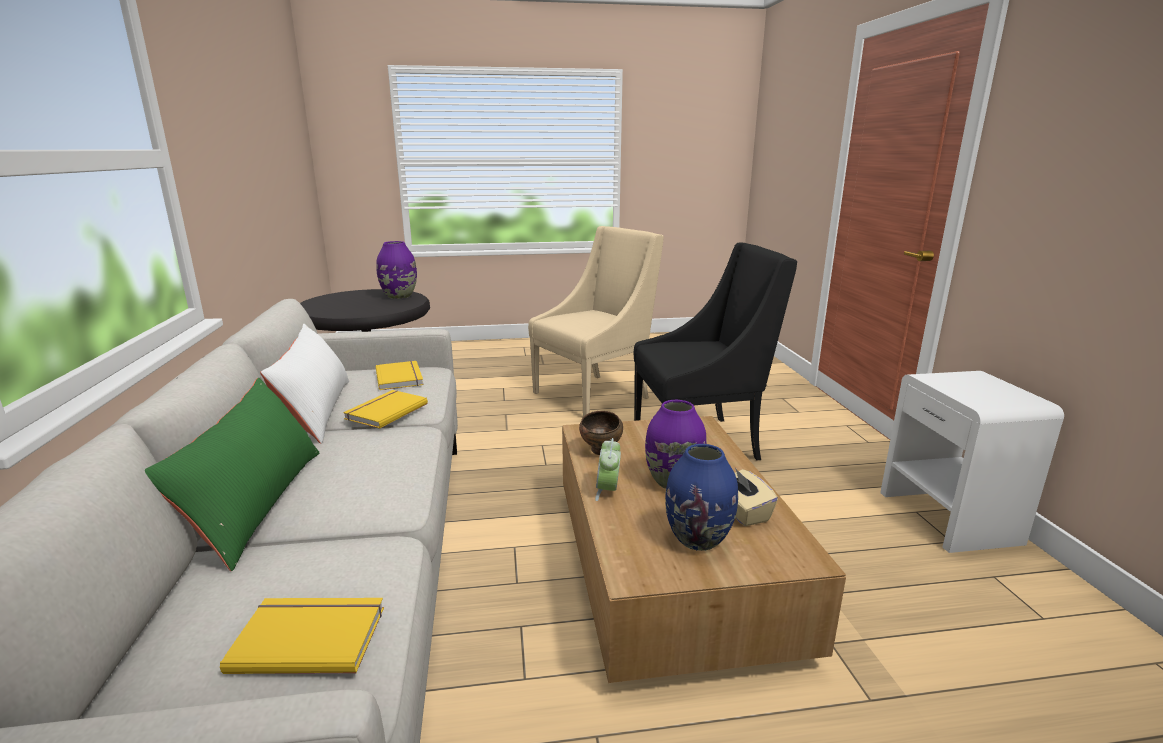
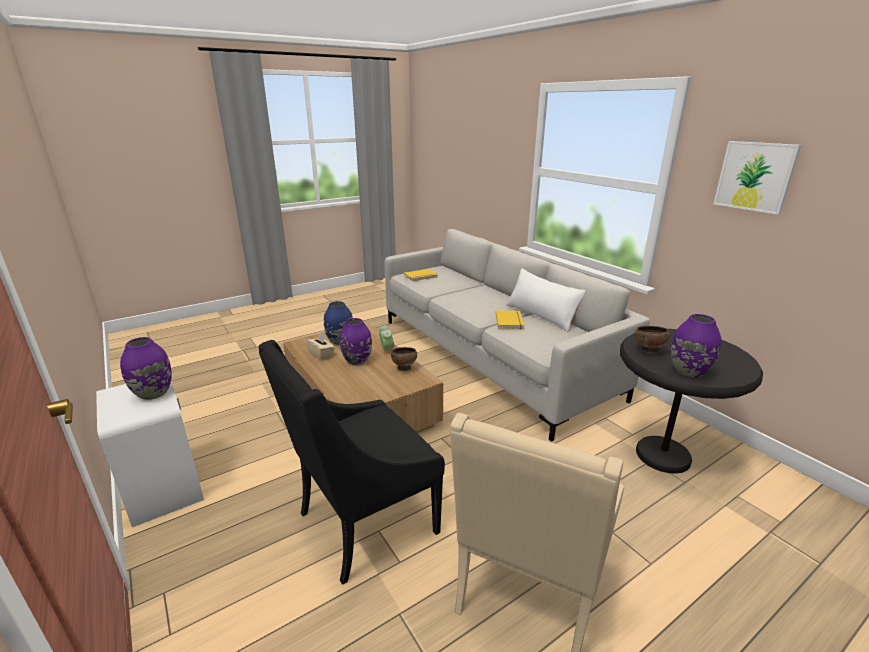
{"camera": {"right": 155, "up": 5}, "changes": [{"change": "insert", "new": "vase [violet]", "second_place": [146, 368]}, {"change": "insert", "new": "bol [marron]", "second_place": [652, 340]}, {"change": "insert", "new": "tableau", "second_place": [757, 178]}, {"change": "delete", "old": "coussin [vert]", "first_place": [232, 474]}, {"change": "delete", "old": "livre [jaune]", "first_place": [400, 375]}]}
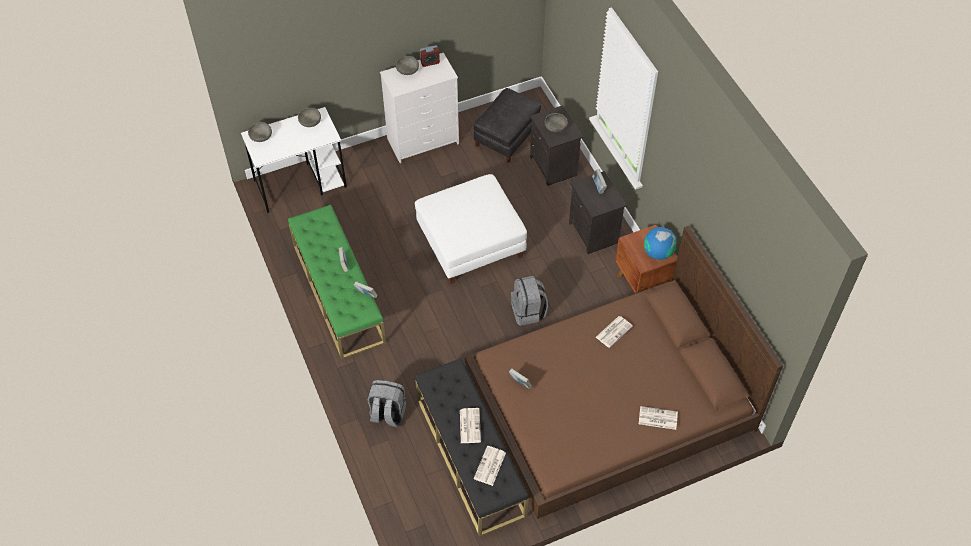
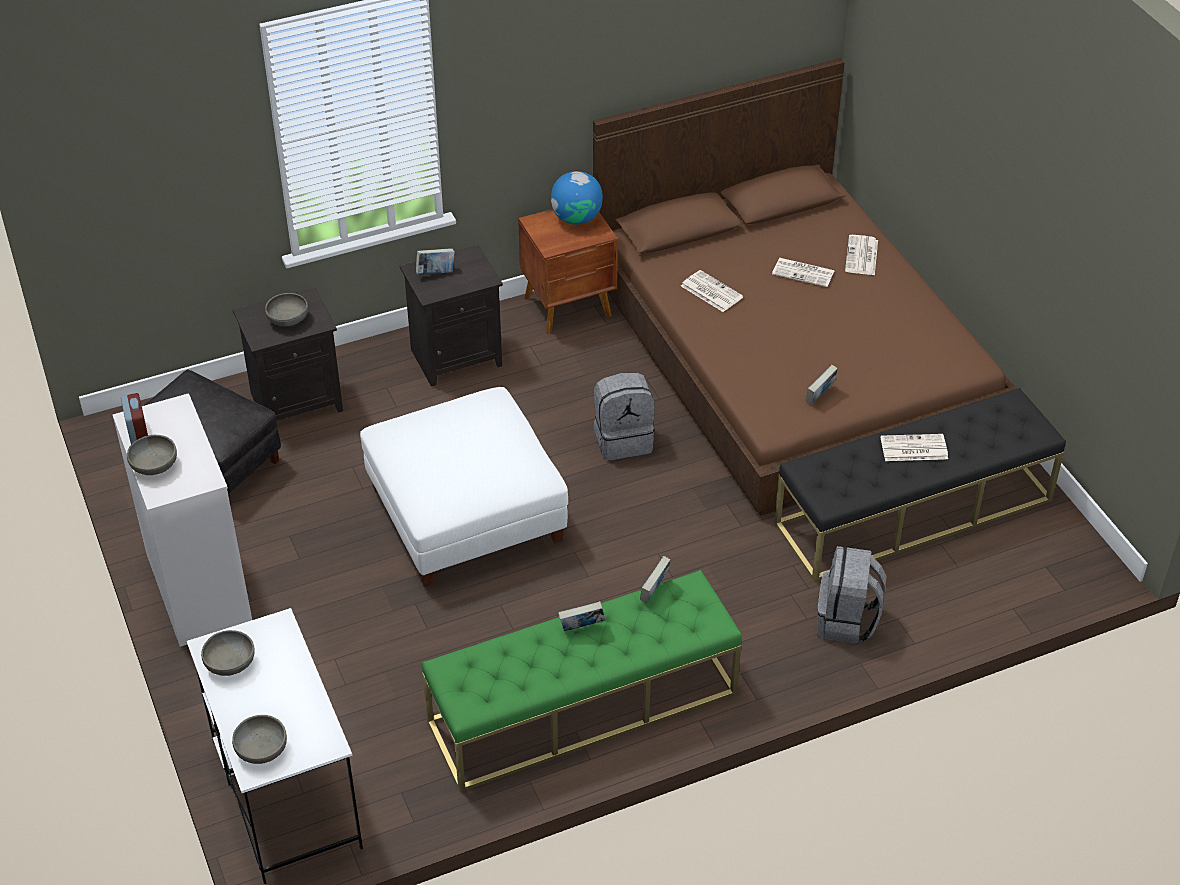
{"camera": {"right": -90, "up": -10}, "changes": [{"change": "move", "old": "journal", "first_place": [490, 466], "second_place": [803, 272]}]}
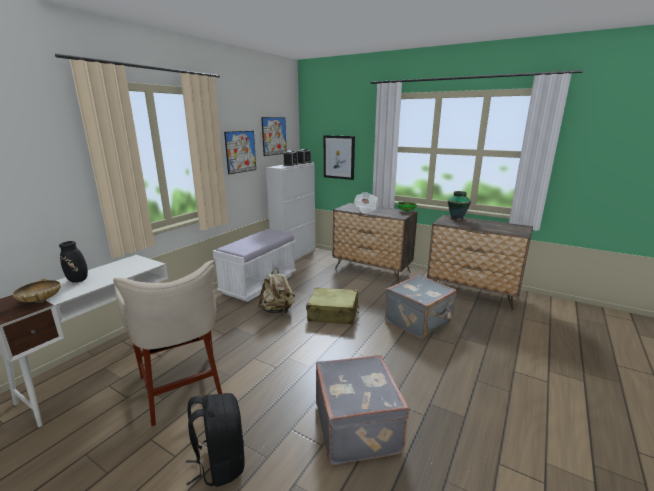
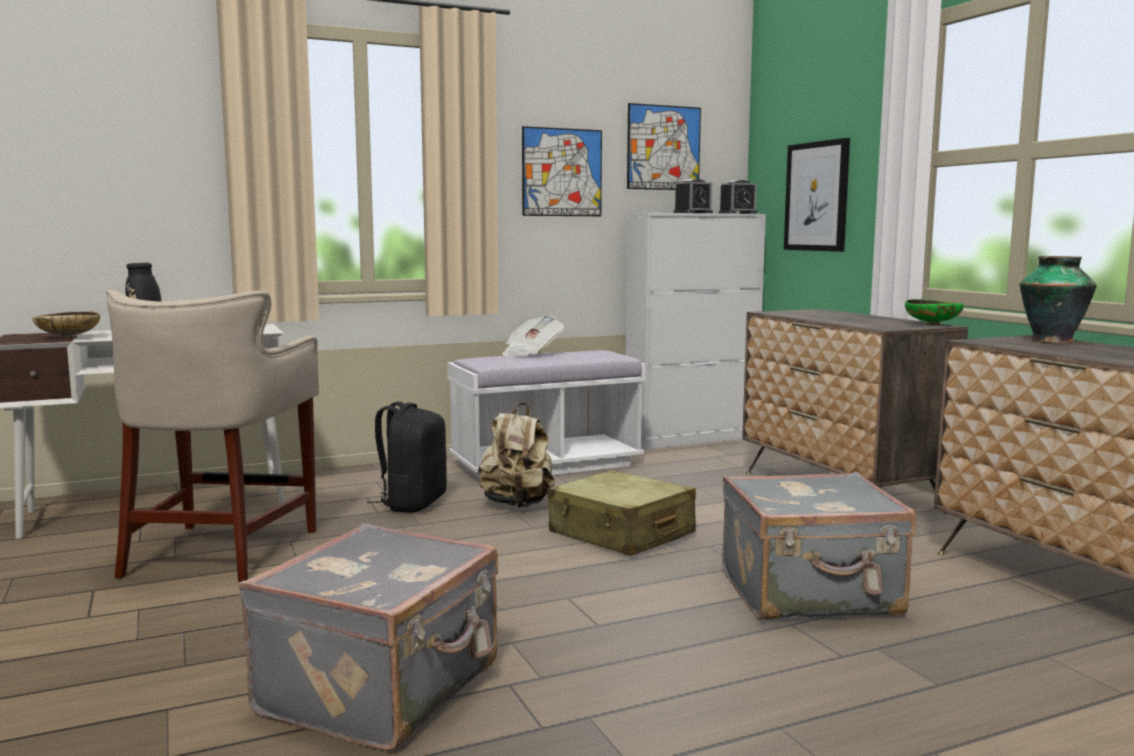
{"camera": {"right": 35, "up": -10}, "changes": [{"change": "move", "old": "sac à dos [noir]", "first_place": [215, 440], "second_place": [407, 457]}, {"change": "move", "old": "journal", "first_place": [366, 202], "second_place": [533, 335]}]}
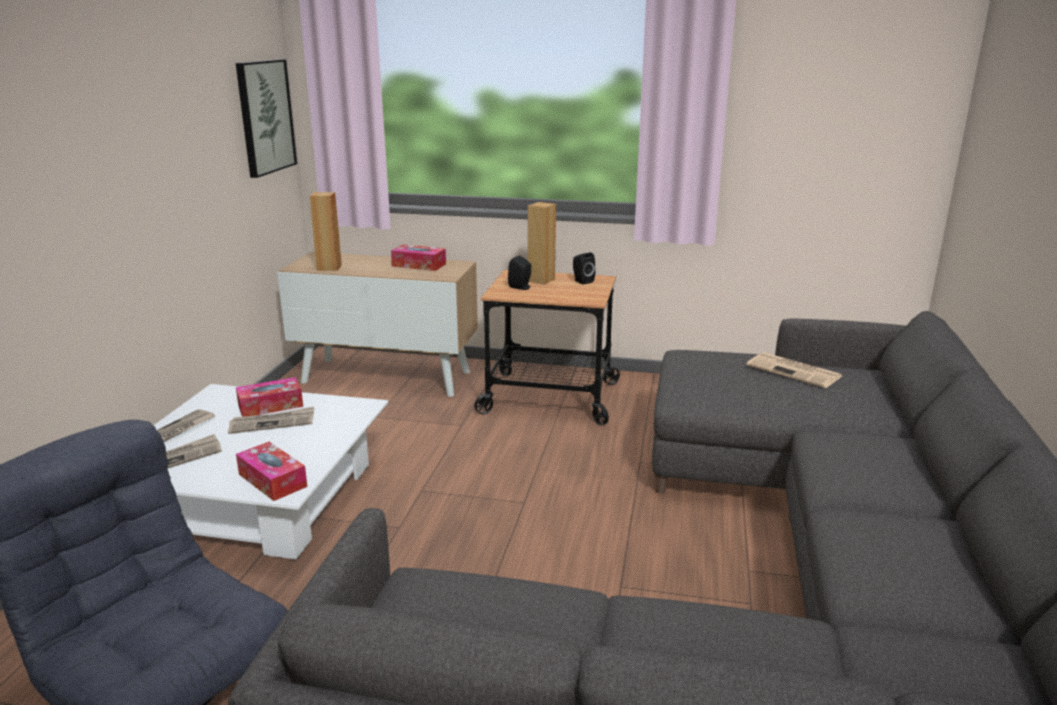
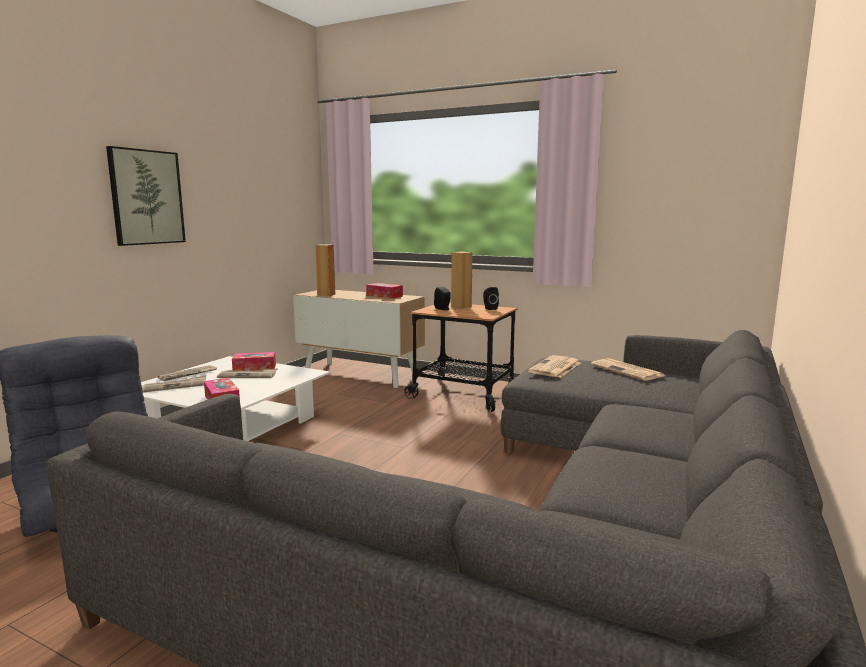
{"camera": {"right": 15, "up": -10}, "changes": [{"change": "move", "old": "tableau", "first_place": [266, 118], "second_place": [146, 196]}, {"change": "insert", "new": "journal", "second_place": [554, 366]}]}
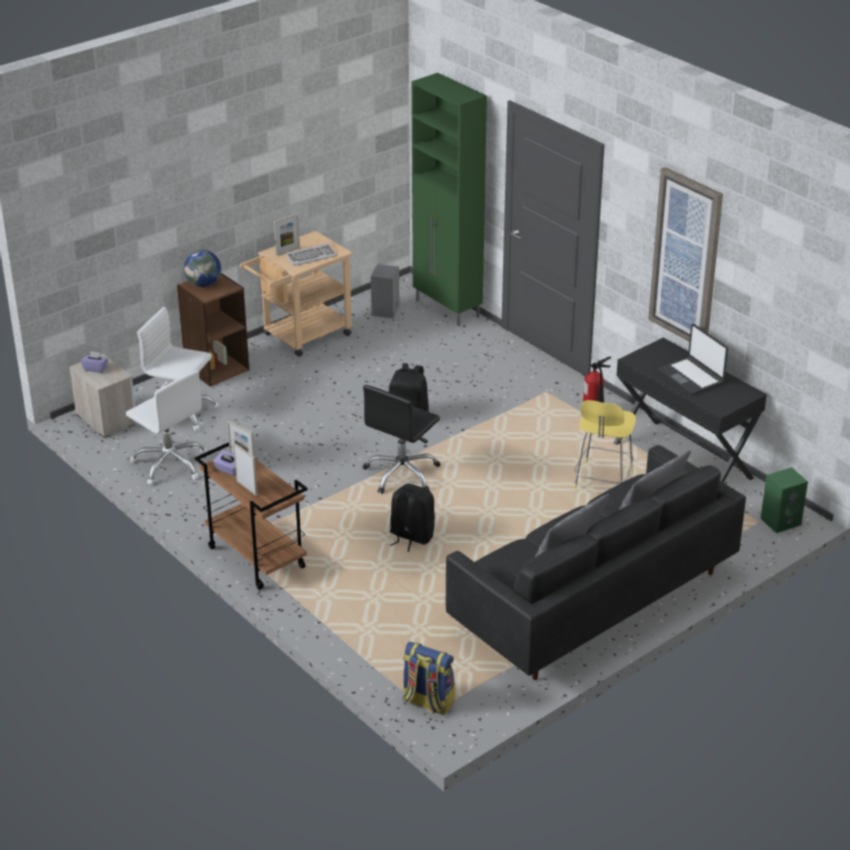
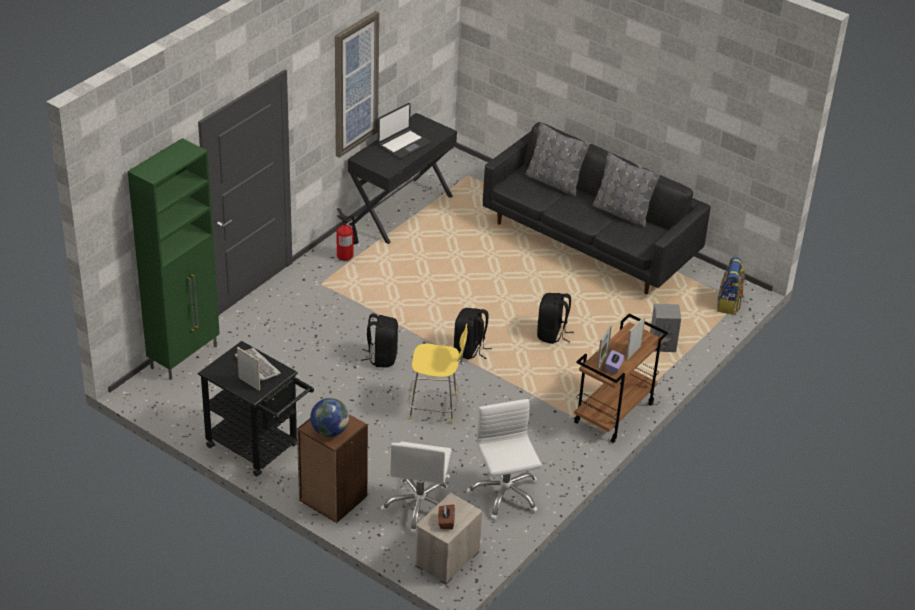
{"camera": {"right": -105, "up": 5}, "changes": [{"change": "recolor", "old": "chariot [beige]", "new": "chariot [noir]", "first_place": [296, 294], "second_place": [256, 408]}, {"change": "move", "old": "tabouret [jaune]", "first_place": [605, 444], "second_place": [437, 374]}, {"change": "recolor", "old": "boîte à mouchoirs [violet]", "new": "boîte à mouchoirs [marron]", "first_place": [94, 362], "second_place": [446, 516]}, {"change": "replace", "old": "chaise de bureau [noir]", "new": "sac à dos [noir]", "first_place": [402, 439], "second_place": [473, 334]}, {"change": "rotate", "old": "chaise de bureau [blanc]", "first_place": [167, 427], "second_place": [504, 459], "degrees": -45}, {"change": "move", "old": "enceinte [gris]", "first_place": [385, 291], "second_place": [665, 328]}, {"change": "delete", "old": "enceinte [vert]", "first_place": [784, 500]}]}
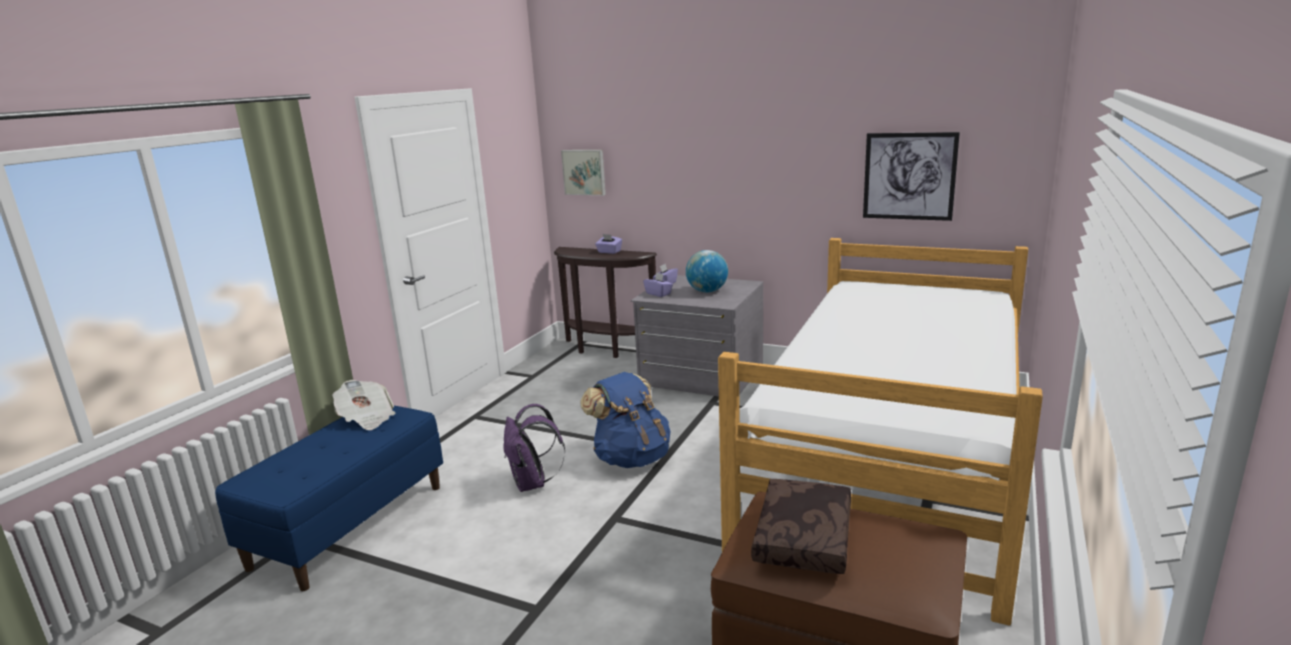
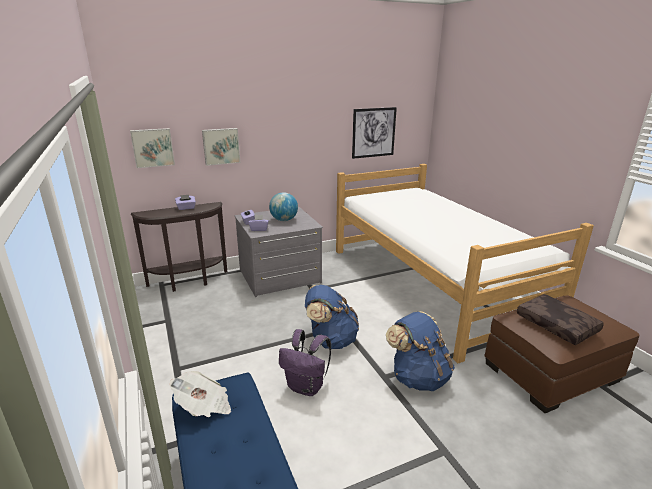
{"camera": {"right": -50, "up": 5}, "changes": [{"change": "insert", "new": "tableau", "second_place": [221, 147]}, {"change": "insert", "new": "sac à dos [bleu]", "second_place": [420, 351]}]}
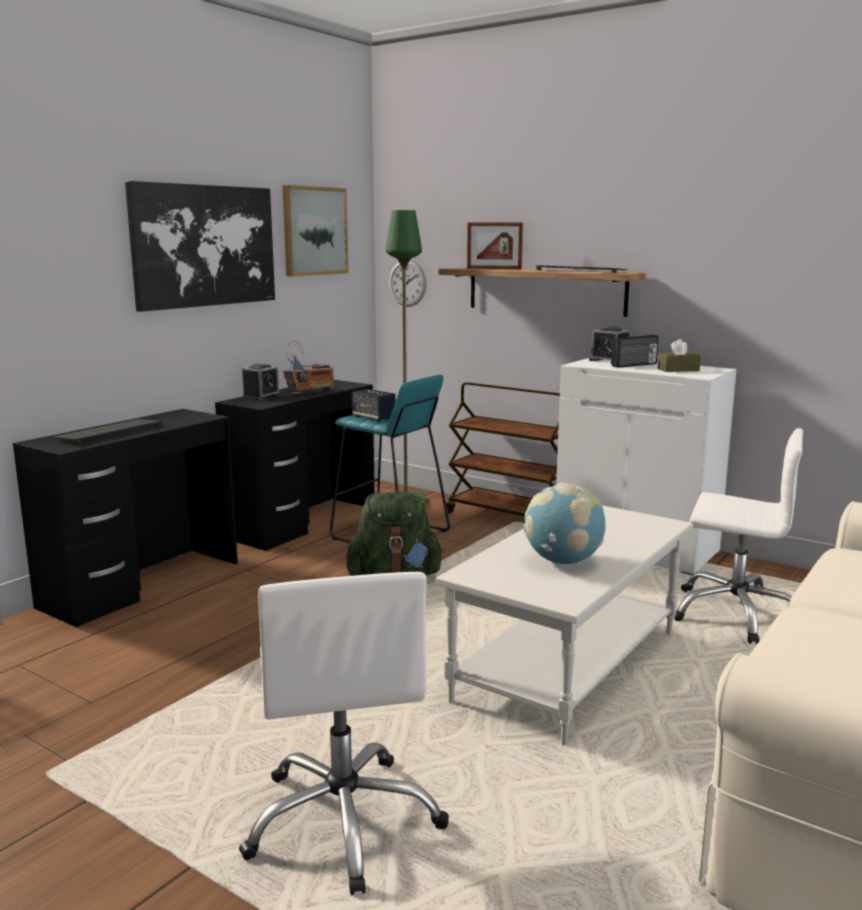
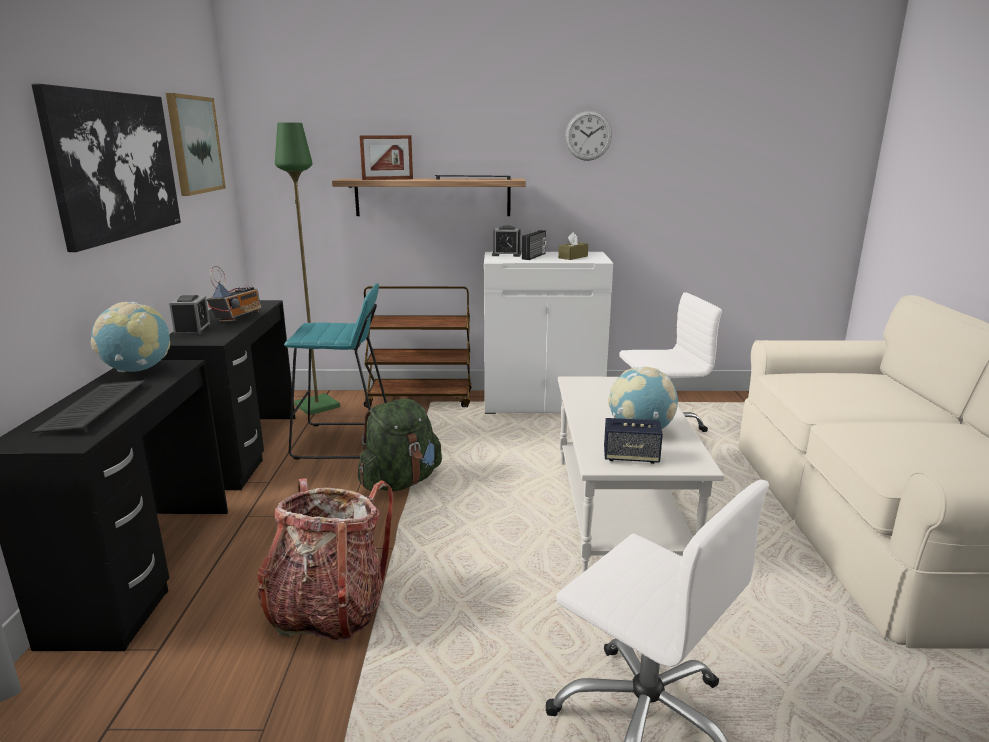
{"camera": {"right": -35, "up": 5}, "changes": [{"change": "insert", "new": "globe", "second_place": [130, 337]}, {"change": "insert", "new": "sac à dos", "second_place": [326, 560]}, {"change": "move", "old": "horloge murale", "first_place": [408, 283], "second_place": [588, 136]}, {"change": "move", "old": "enceinte", "first_place": [373, 405], "second_place": [633, 441]}]}
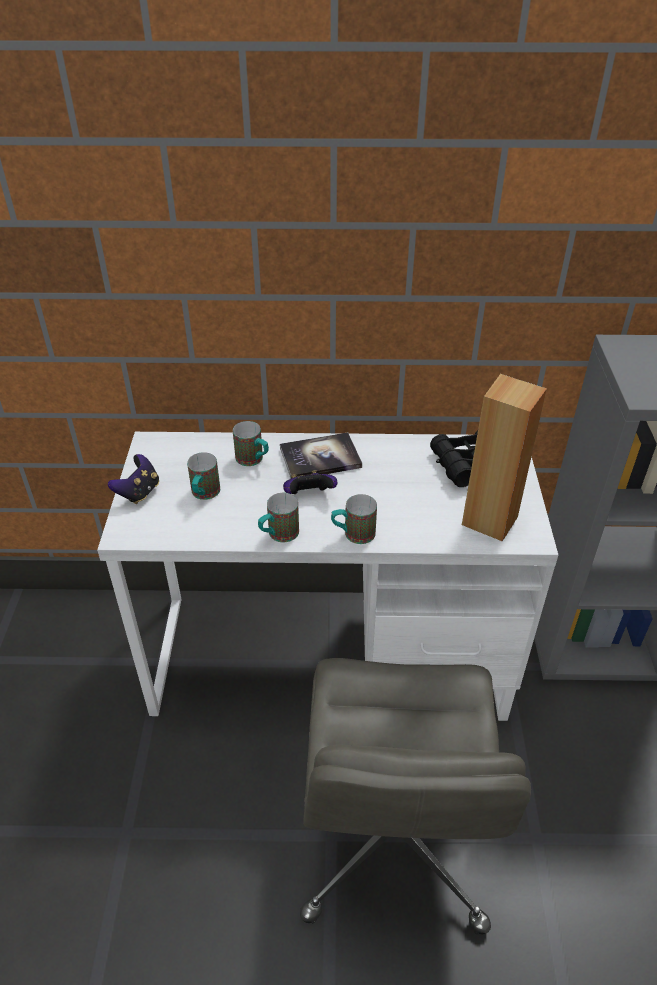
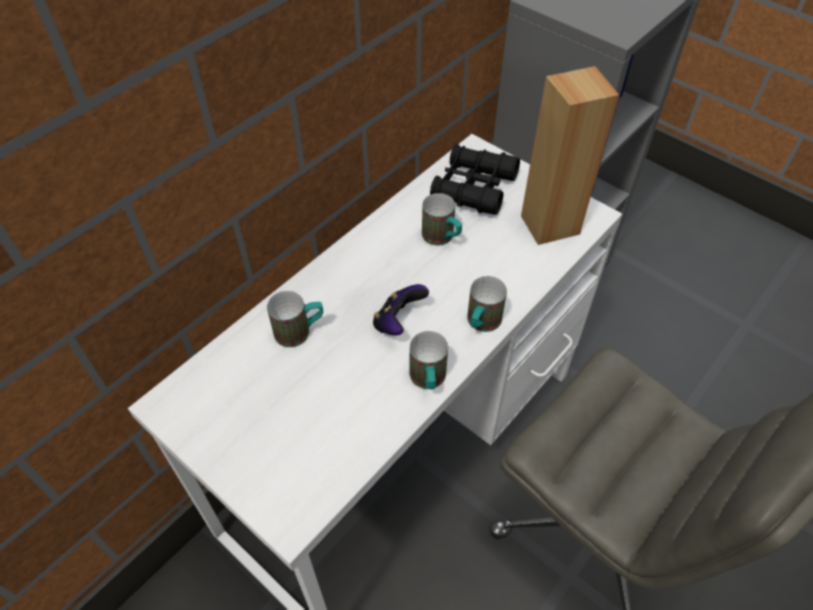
{"camera": {"right": -50, "up": 10}, "changes": [{"change": "move", "old": "mug", "first_place": [203, 476], "second_place": [442, 219]}, {"change": "delete", "old": "manette", "first_place": [133, 479]}, {"change": "delete", "old": "livre", "first_place": [321, 455]}]}
